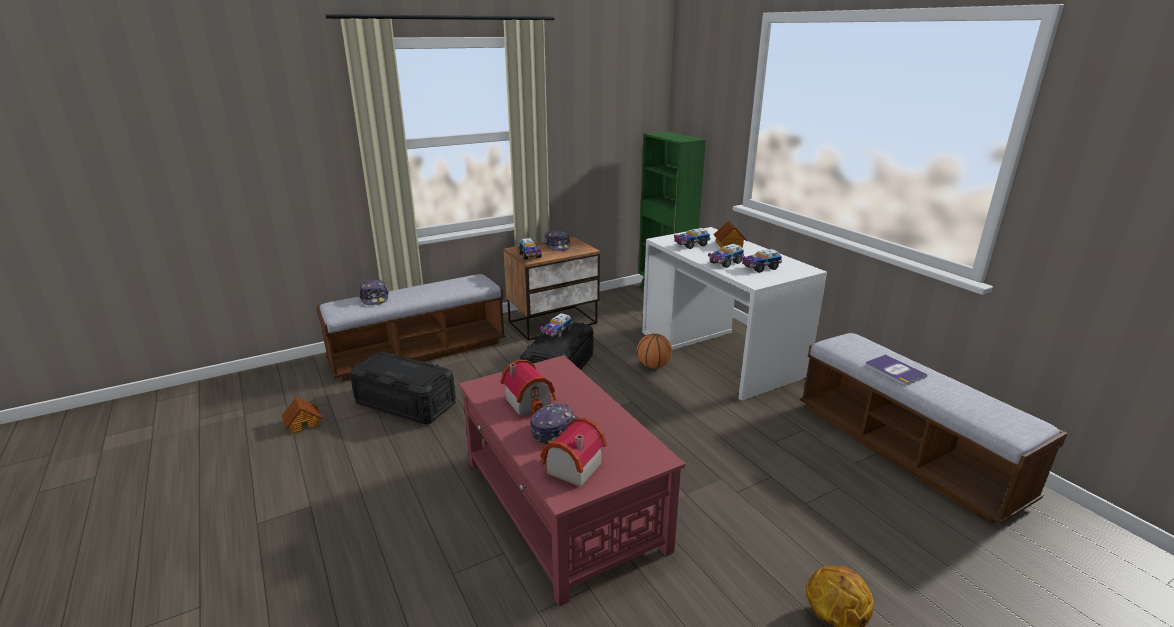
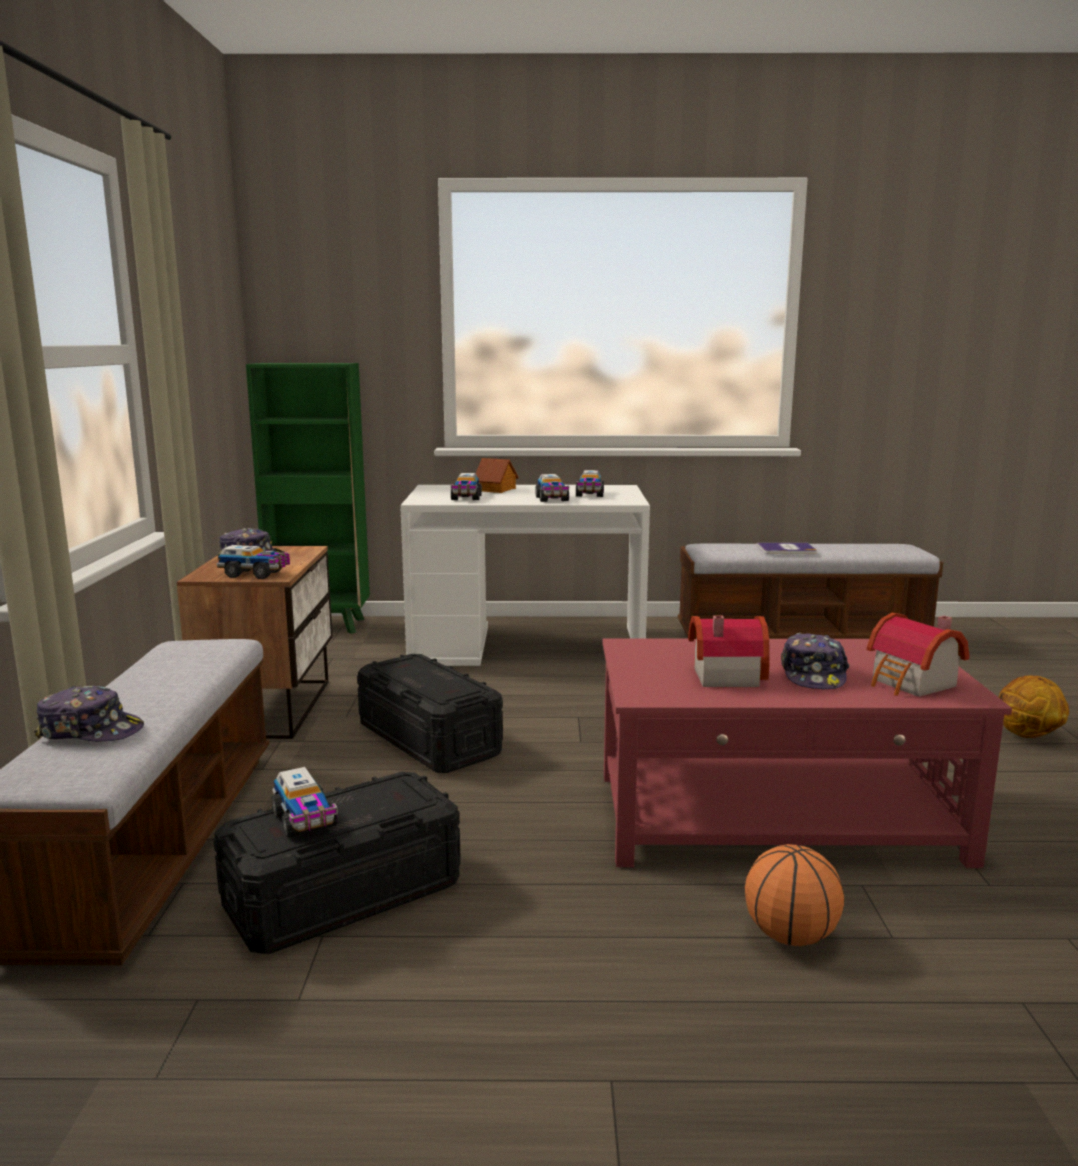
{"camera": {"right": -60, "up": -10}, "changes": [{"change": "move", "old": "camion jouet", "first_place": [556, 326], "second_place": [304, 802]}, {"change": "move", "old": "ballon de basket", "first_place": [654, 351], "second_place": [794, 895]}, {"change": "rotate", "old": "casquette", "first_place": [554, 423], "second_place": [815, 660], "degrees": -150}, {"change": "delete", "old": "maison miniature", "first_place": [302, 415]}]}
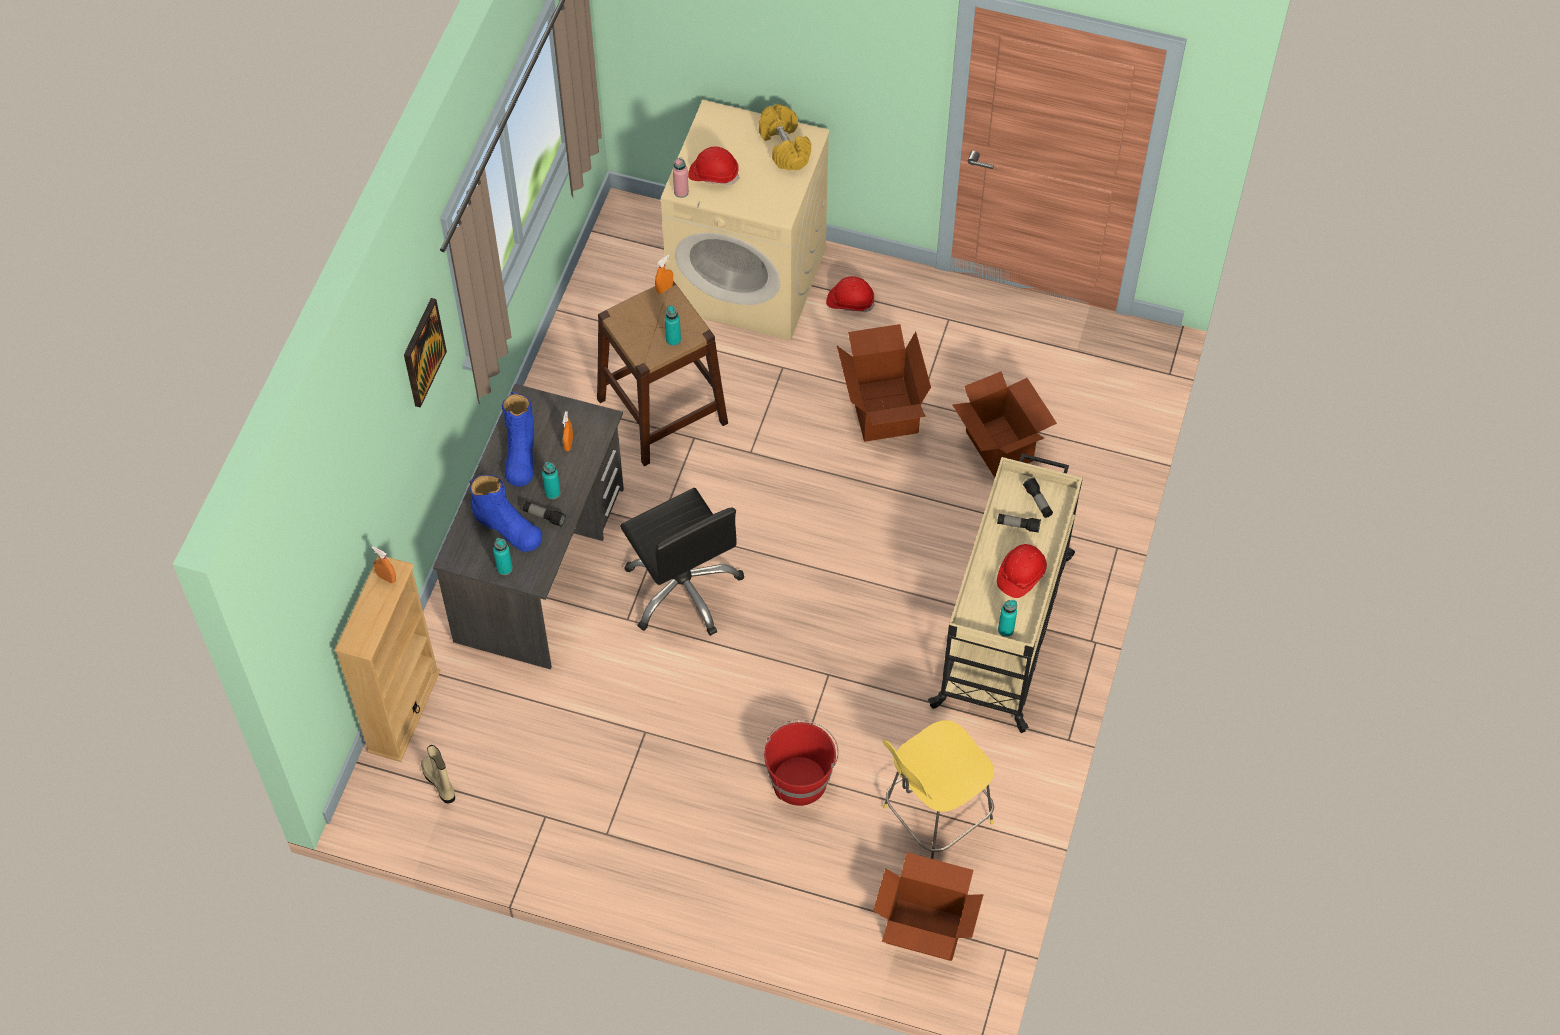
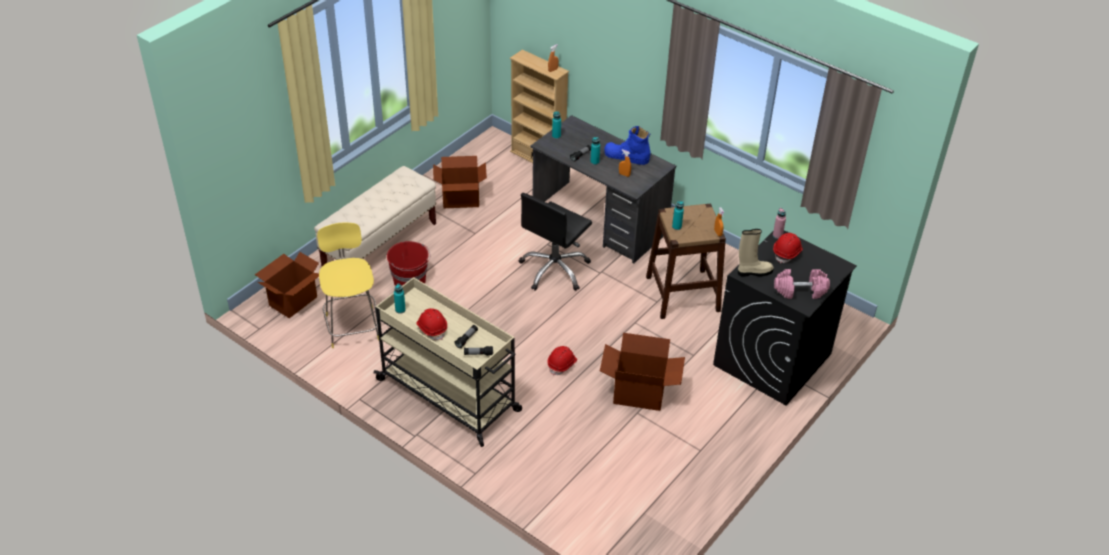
{"camera": {"right": 110, "up": -15}, "changes": [{"change": "insert", "new": "banc [beige]", "second_place": [375, 216]}, {"change": "move", "old": "carton", "first_place": [1005, 424], "second_place": [460, 182]}, {"change": "rotate", "old": "chaise de bureau [noir]", "first_place": [682, 562], "second_place": [555, 242], "degrees": -45}, {"change": "move", "old": "casque de chantier [rouge]", "first_place": [850, 294], "second_place": [562, 361]}, {"change": "recolor", "old": "lave-linge [beige]", "new": "lave-linge [noir]", "first_place": [745, 220], "second_place": [785, 318]}, {"change": "move", "old": "botte [beige]", "first_place": [438, 774], "second_place": [756, 252]}, {"change": "recolor", "old": "haltère [jaune]", "new": "haltère [rose]", "first_place": [785, 137], "second_place": [802, 284]}, {"change": "delete", "old": "tableau", "first_place": [425, 353]}, {"change": "delete", "old": "botte [bleu]", "first_place": [506, 513]}]}
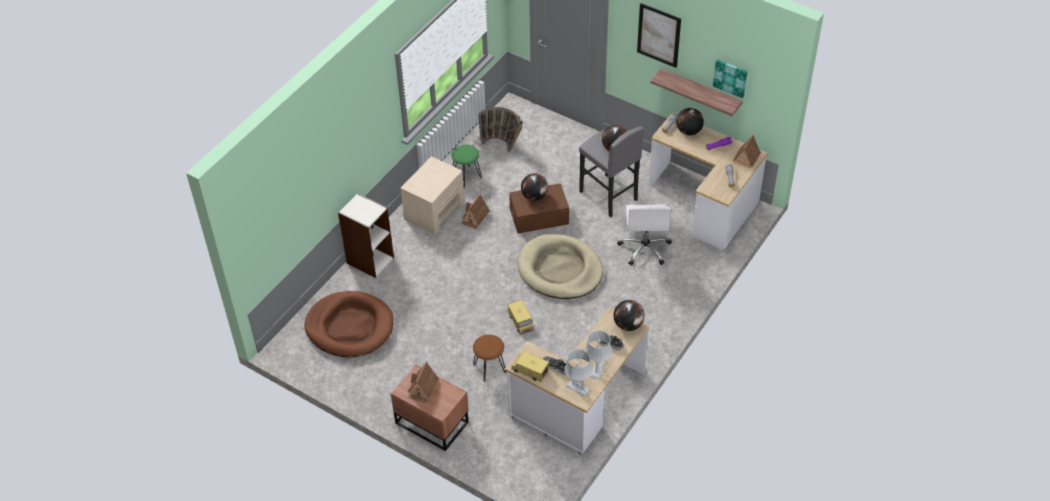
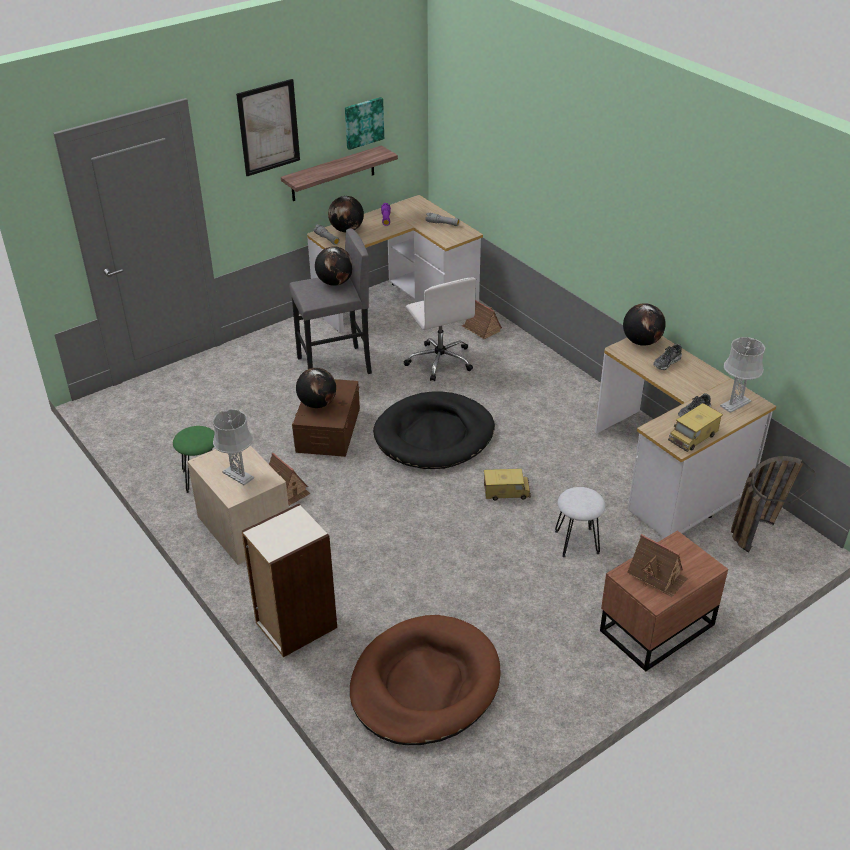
{"camera": {"right": -70, "up": -10}, "changes": [{"change": "move", "old": "lampe de table [gris]", "first_place": [598, 354], "second_place": [233, 447]}, {"change": "recolor", "old": "panier pour chien [beige]", "new": "panier pour chien [noir]", "first_place": [560, 266], "second_place": [434, 430]}, {"change": "rotate", "old": "chaise de bureau [blanc]", "first_place": [645, 234], "second_place": [440, 329], "degrees": 45}, {"change": "move", "old": "maison miniature", "first_place": [747, 151], "second_place": [482, 319]}, {"change": "recolor", "old": "tabouret [marron]", "new": "tabouret [blanc]", "first_place": [489, 358], "second_place": [580, 522]}, {"change": "move", "old": "panier", "first_place": [500, 129], "second_place": [773, 504]}]}
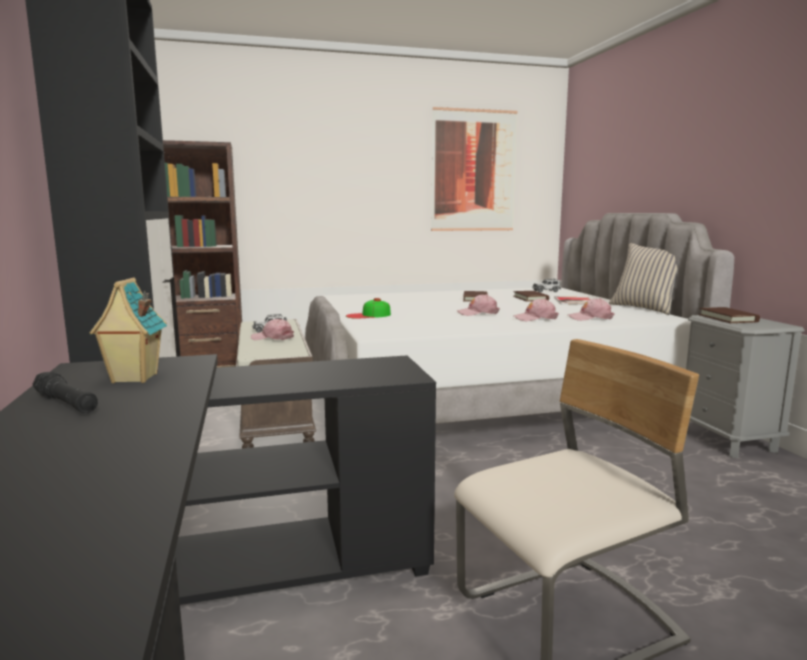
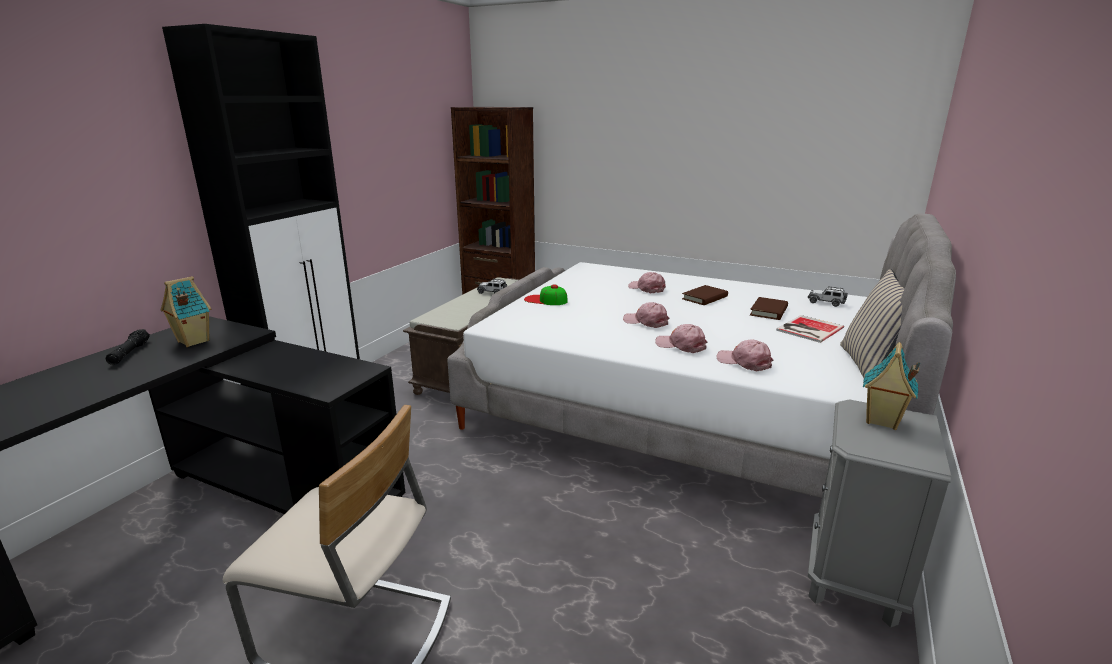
{"camera": {"right": 40, "up": 10}, "changes": [{"change": "move", "old": "casquette [rose]", "first_place": [272, 329], "second_place": [647, 282]}, {"change": "replace", "old": "livre [marron]", "new": "maison miniature", "first_place": [729, 315], "second_place": [891, 386]}, {"change": "delete", "old": "tableau", "first_place": [474, 169]}]}
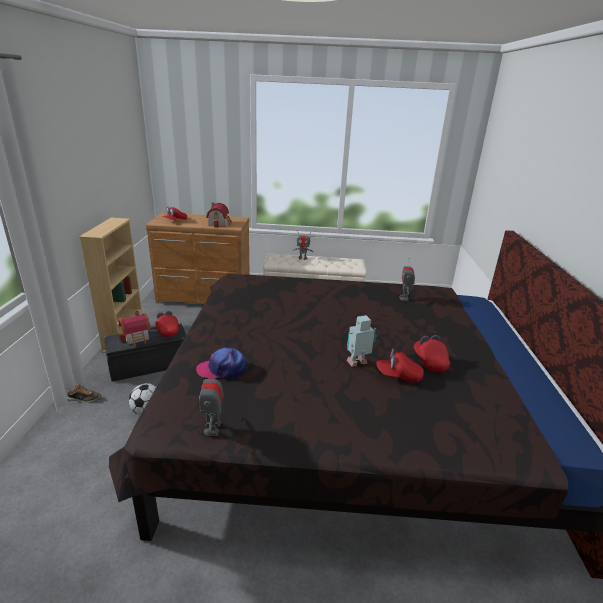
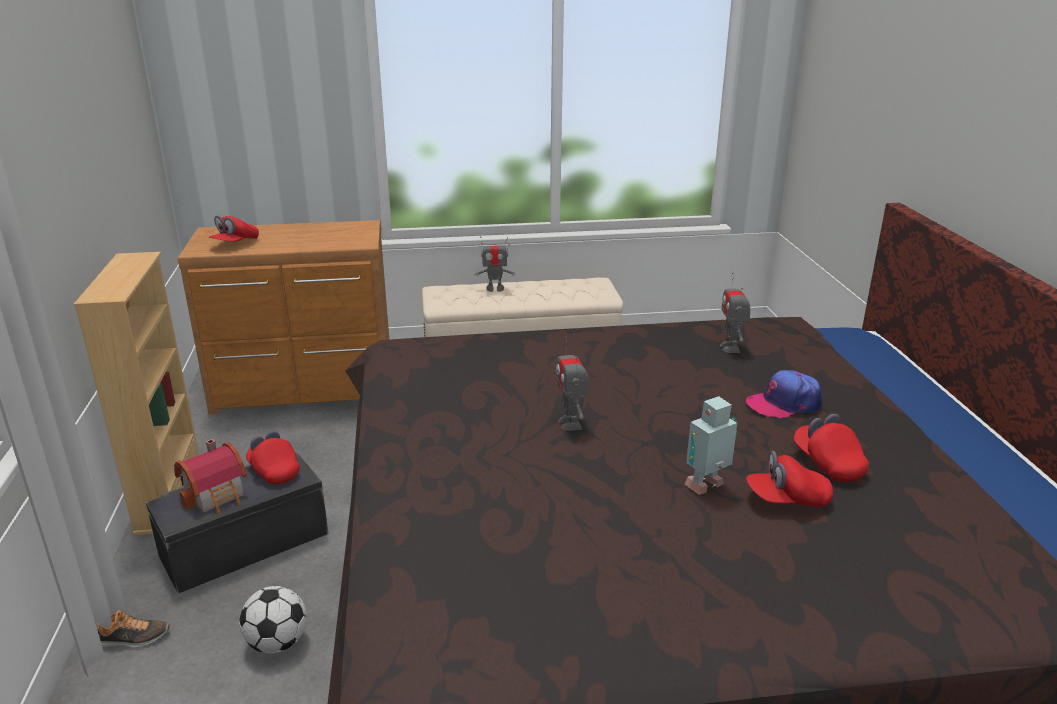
{"camera": {"right": -10, "up": 0}, "changes": [{"change": "move", "old": "robot jouet", "first_place": [211, 400], "second_place": [572, 383]}, {"change": "move", "old": "casquette", "first_place": [221, 363], "second_place": [784, 394]}, {"change": "delete", "old": "maison miniature", "first_place": [219, 215]}]}
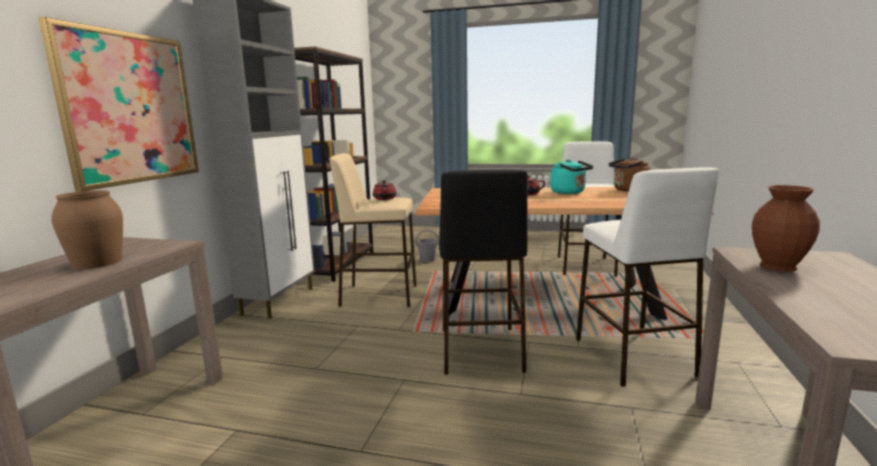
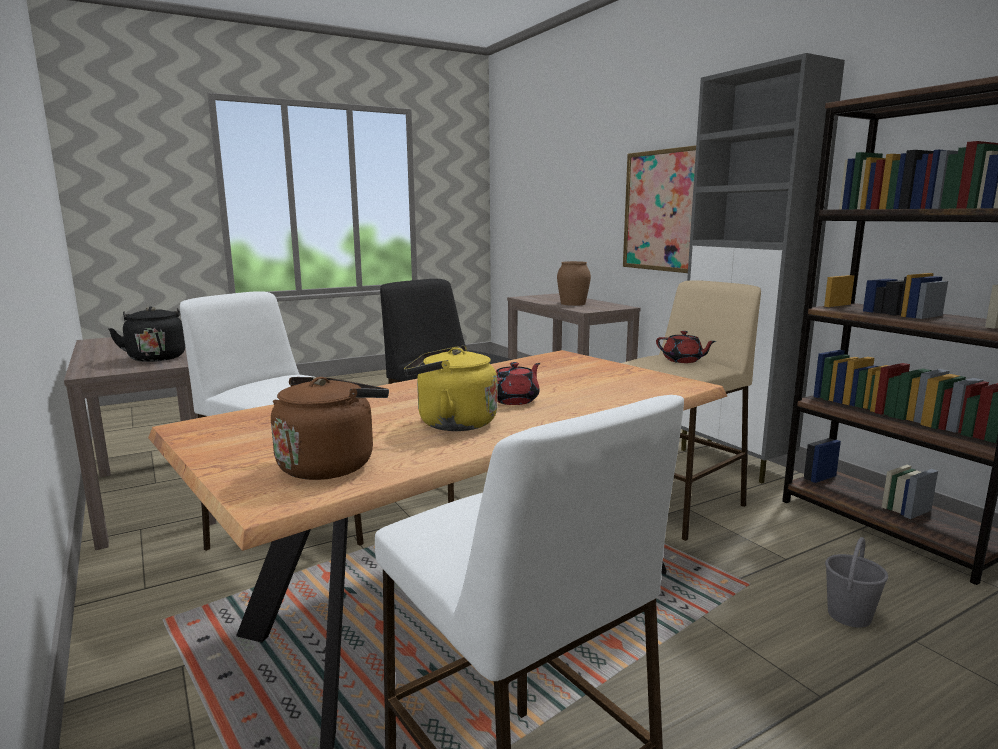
{"camera": {"right": 135, "up": 0}, "changes": [{"change": "replace", "old": "vase [marron]", "new": "bouilloire [noir]", "first_place": [786, 228], "second_place": [146, 334]}, {"change": "recolor", "old": "bouilloire [turquoise]", "new": "bouilloire [jaune]", "first_place": [572, 176], "second_place": [451, 388]}]}
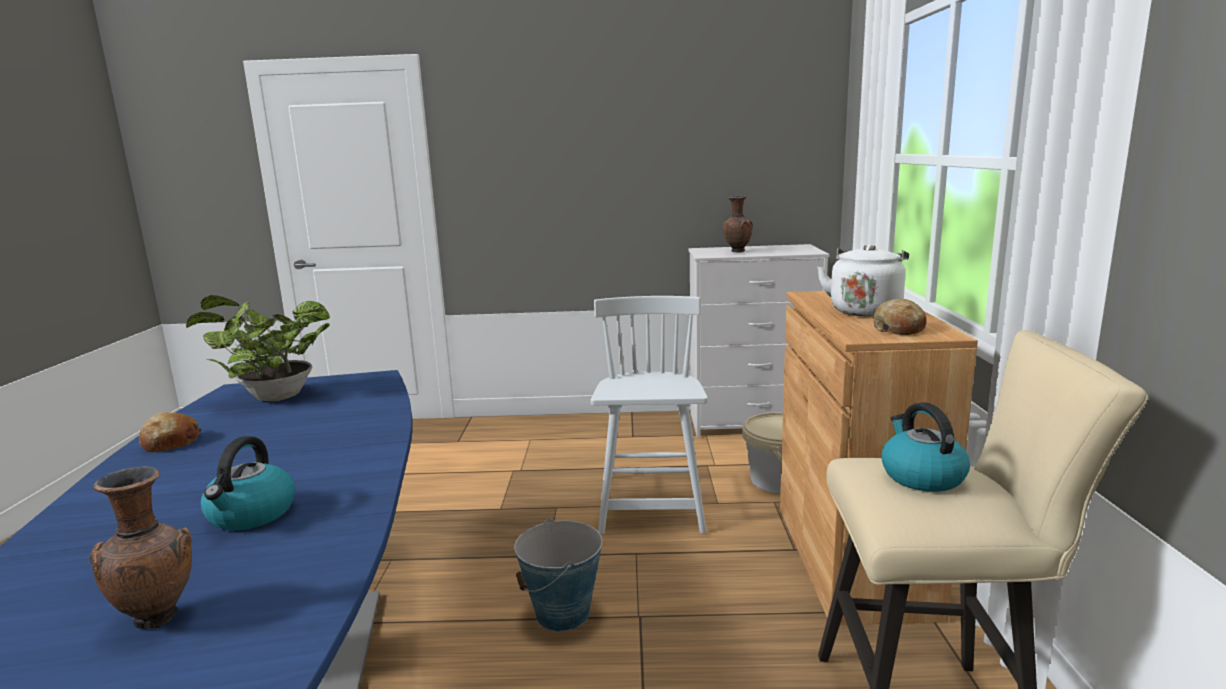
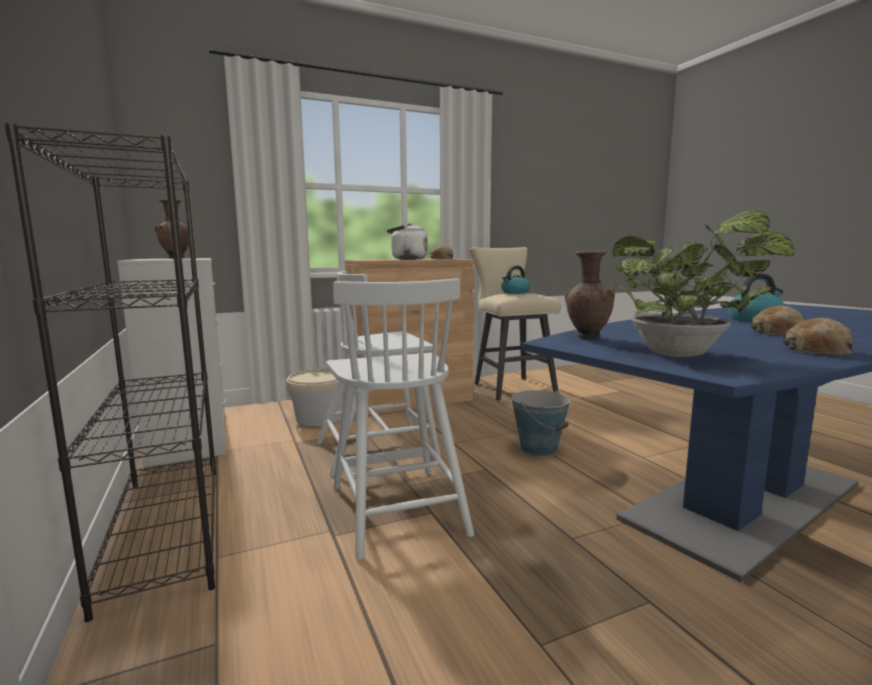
{"camera": {"right": -115, "up": -5}, "changes": [{"change": "insert", "new": "bibliothèque [noir]", "second_place": [110, 372]}, {"change": "insert", "new": "chaise [blanc]", "second_place": [400, 419]}, {"change": "move", "old": "vase [marron]", "first_place": [140, 548], "second_place": [590, 294]}, {"change": "insert", "new": "pain", "second_place": [777, 320]}]}
